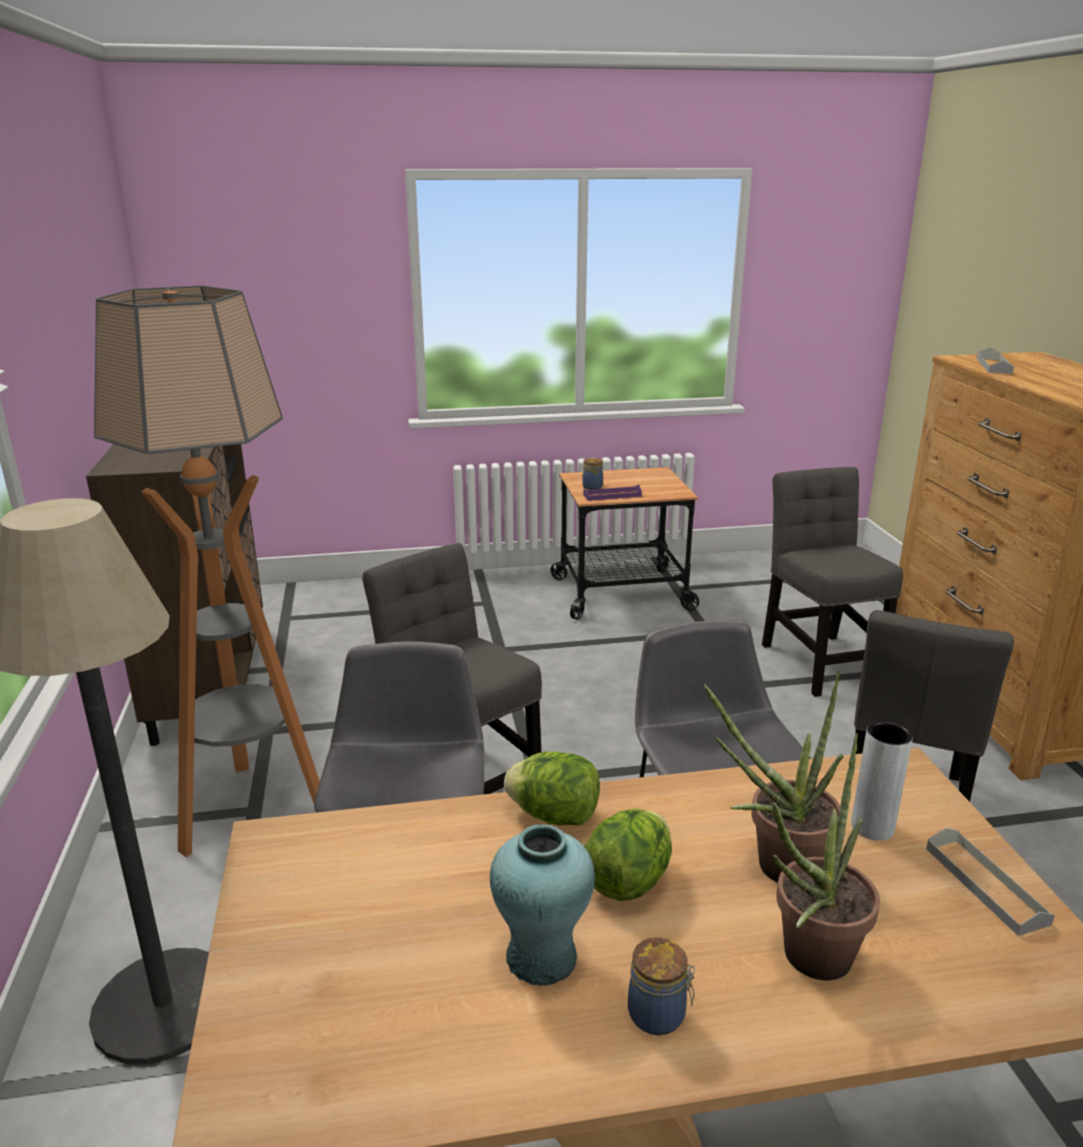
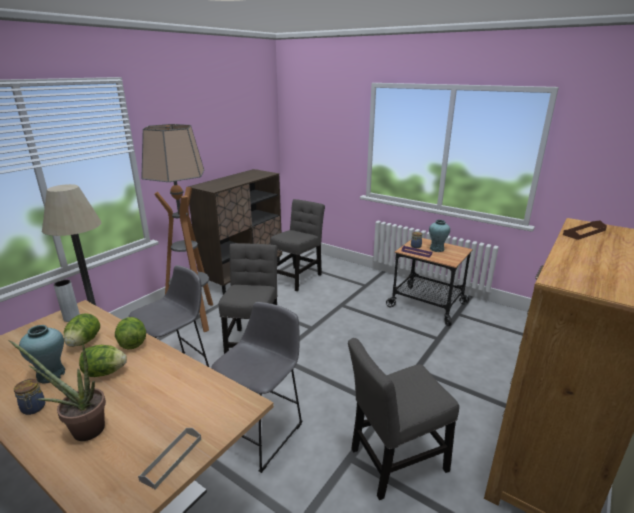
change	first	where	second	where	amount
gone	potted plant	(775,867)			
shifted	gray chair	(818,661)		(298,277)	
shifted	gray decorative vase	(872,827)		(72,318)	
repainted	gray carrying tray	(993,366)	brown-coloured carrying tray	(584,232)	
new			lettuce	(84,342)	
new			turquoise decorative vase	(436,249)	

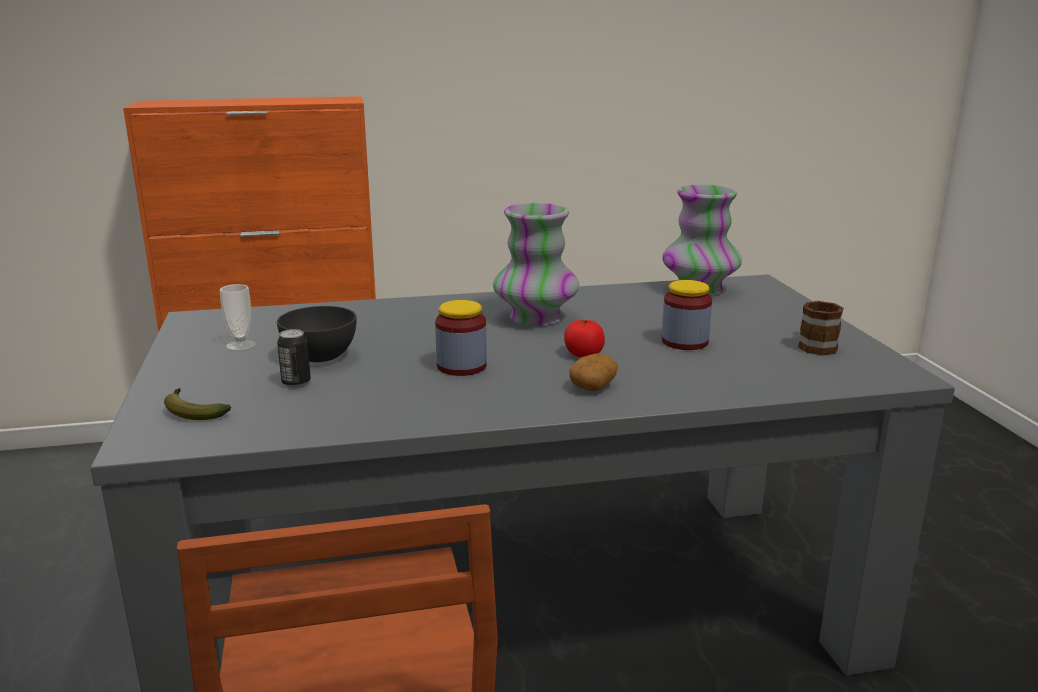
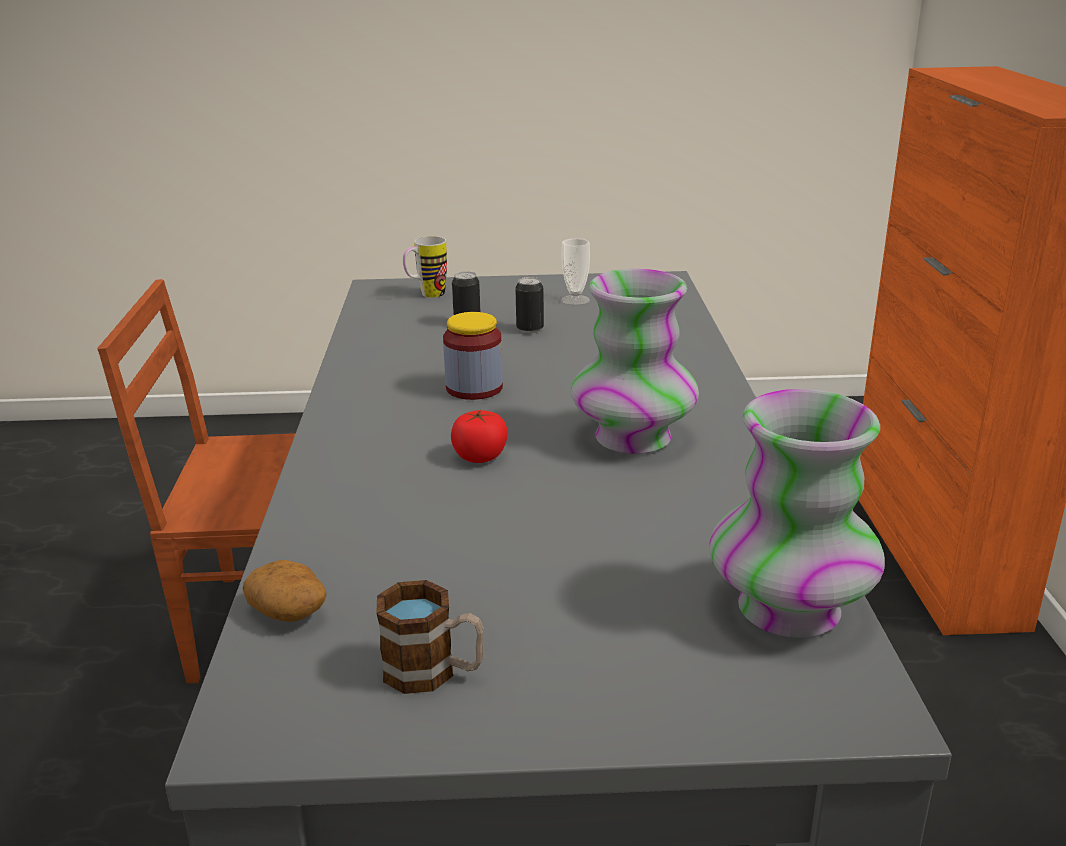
change	first	where	second	where	amount
swapped	banana fruit	(192,411)	tea mug	(426,295)	
swapped	gray bowl	(320,357)	can	(530,329)	
shifted	spud	(593,386)		(289,612)	
gone	storage jar	(684,342)			

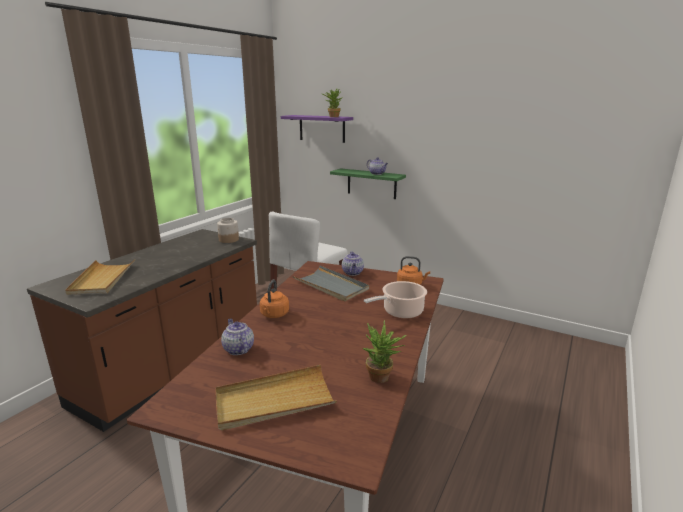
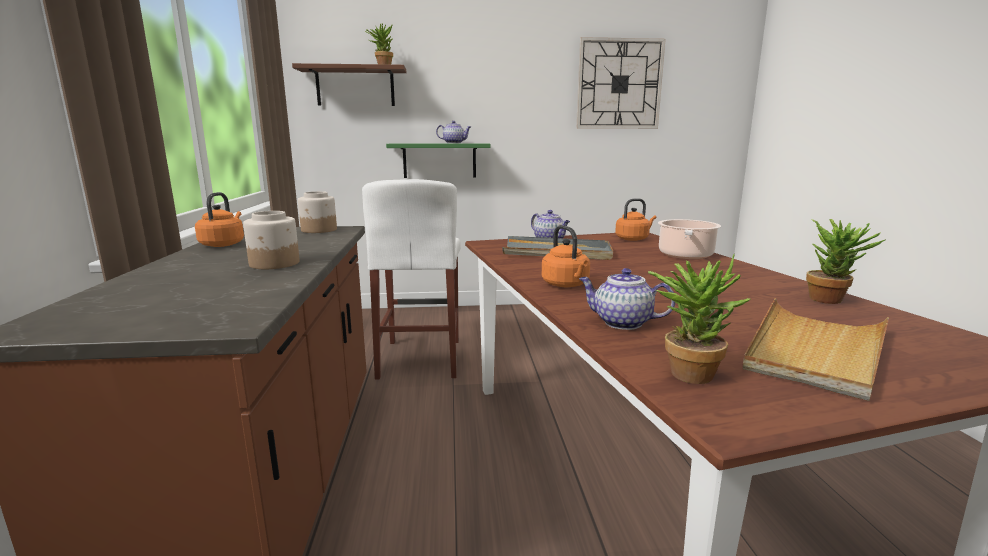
change	first	where	second	where	amount
gone	sand-coloured carrying tray	(102,279)			
repainted	purple-coloured shelf	(322,128)	brown-coloured shelf	(355,87)	
new			orange kettle	(223,244)	
new			storage jar	(275,264)	
new			clock on the wall	(619,84)	
new			potted plant	(688,370)	

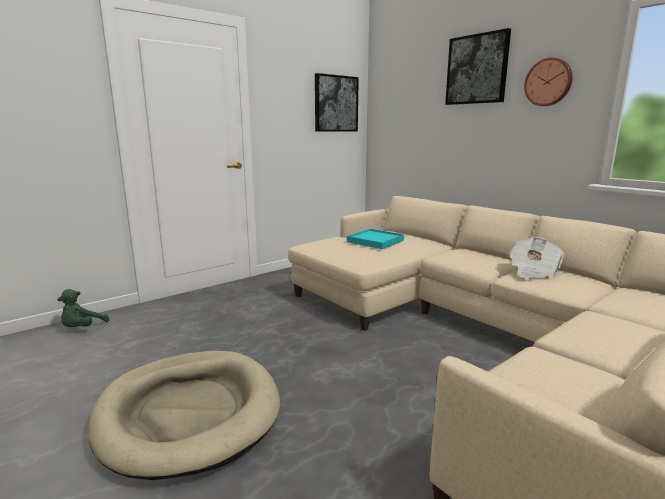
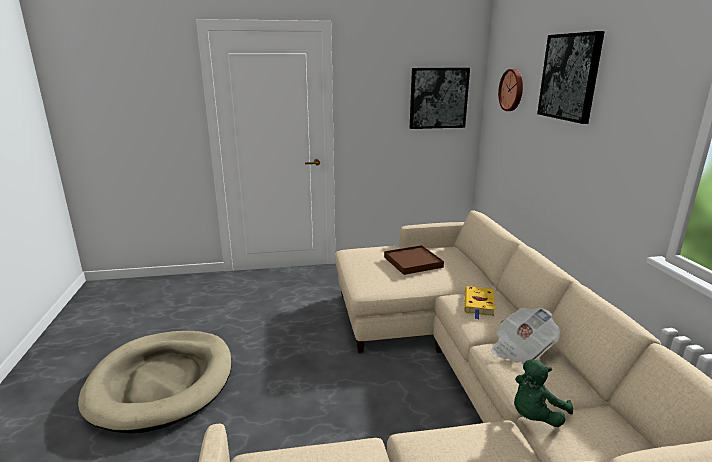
change	first	where	second	where	amount
shifted	green soft toy	(82,328)		(535,416)	
repainted	turquoise carrying tray	(375,241)	brown-coloured carrying tray	(413,262)	
shifted	clock on the wall	(548,82)		(512,90)	
new			yellowish book	(479,304)	

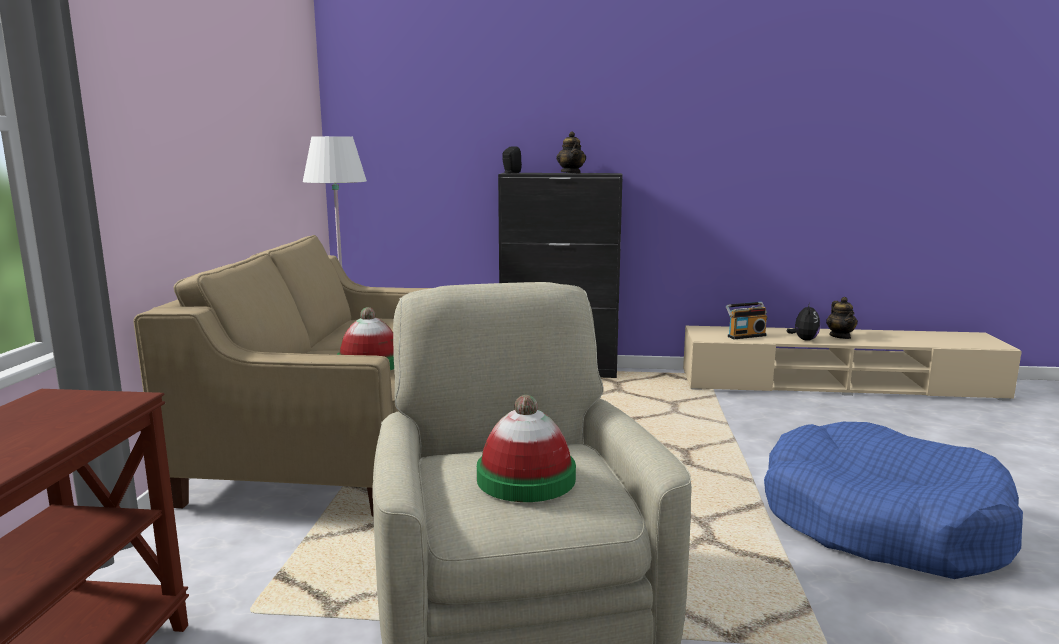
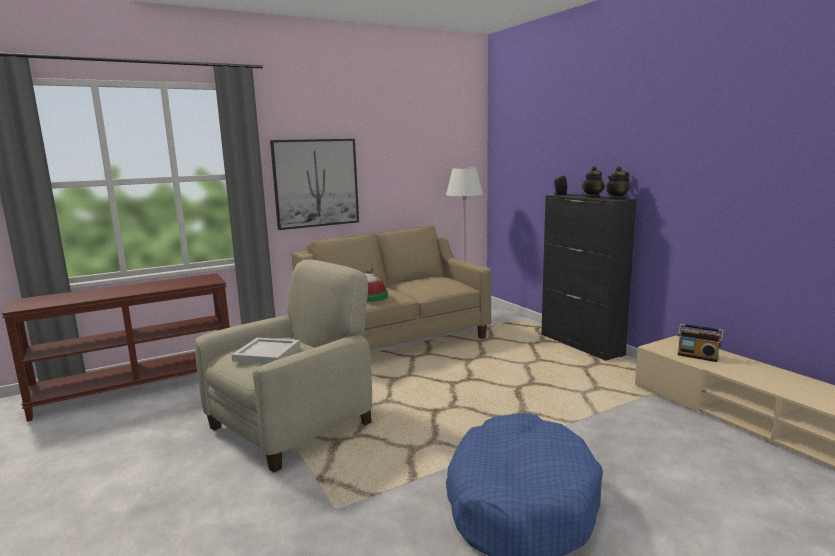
change	first	where	second	where	amount
swapped	wearable hat	(526,478)	white-coloured carrying tray	(266,353)	
gone	soft toy	(804,340)			
shifted	tea pot	(840,336)		(617,199)	
new			wall art	(316,183)	

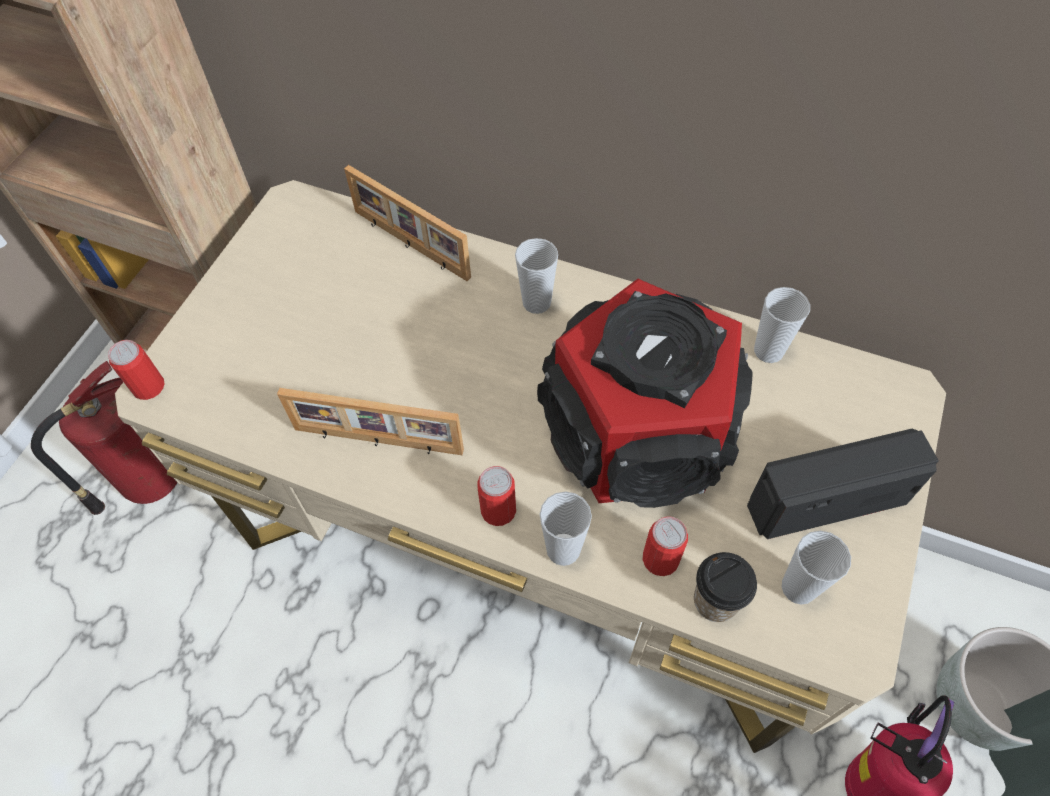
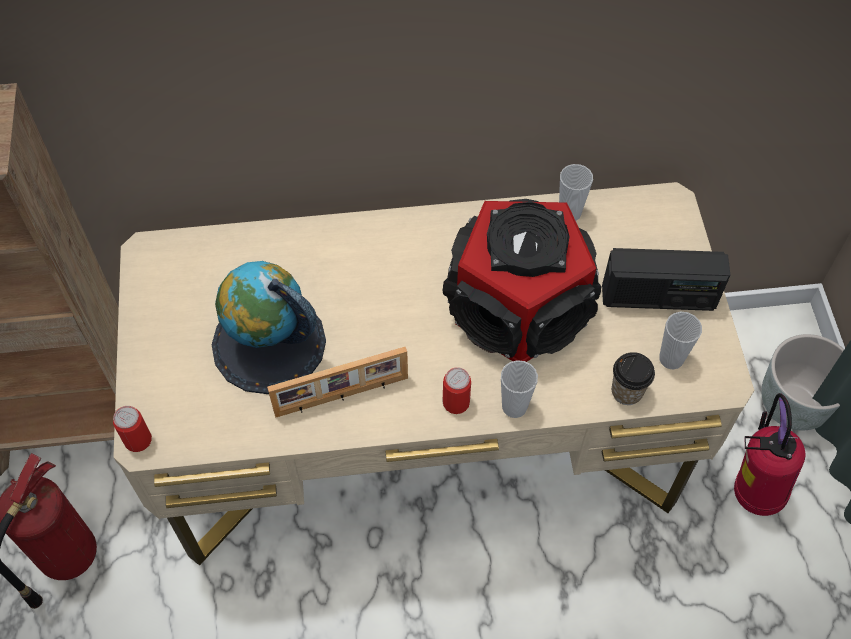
change	first	where	second	where	amount
gone	photo frame	(410,245)			
gone	drinking cup	(536,302)			
gone	can	(660,559)			
rotated	radio set	(825,501)		(658,297)	135 degrees counterclockwise
new			desk globe	(268,344)	

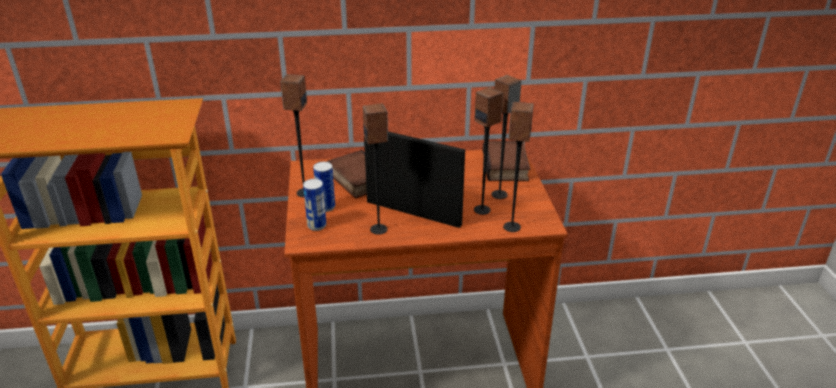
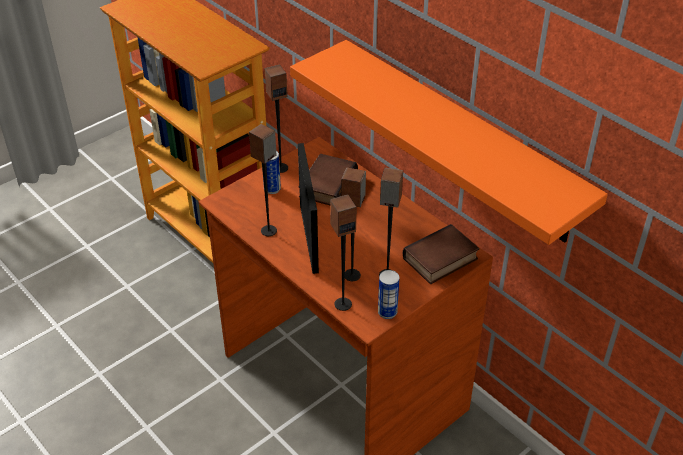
change	first	where	second	where	amount
shifted	can	(316,225)		(387,312)	
new			orange shelf	(460,140)	

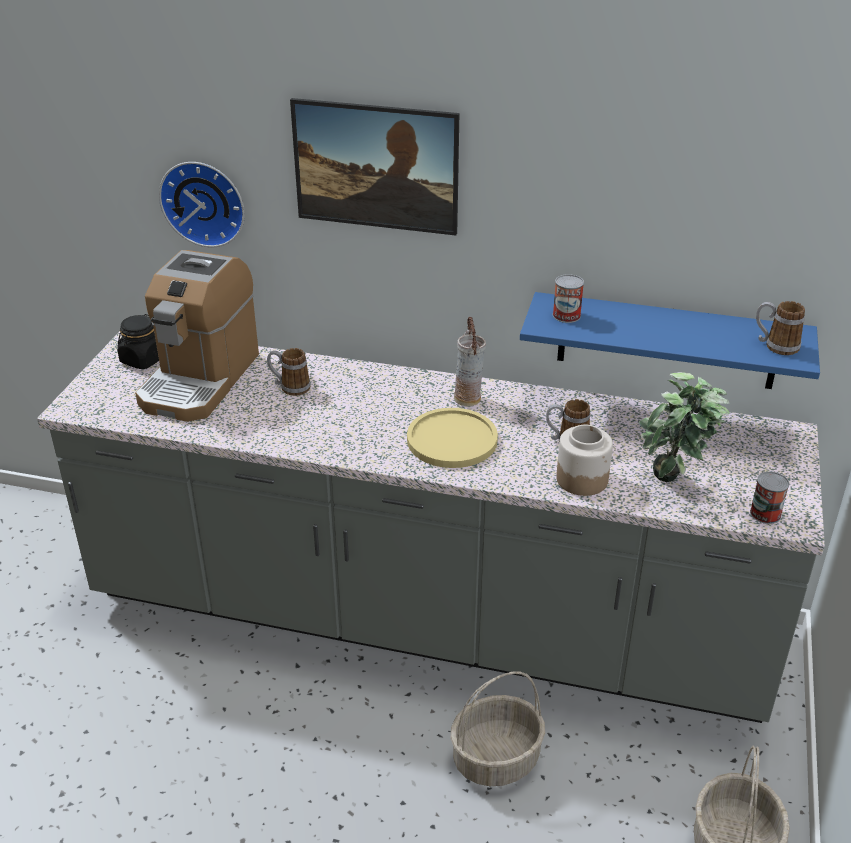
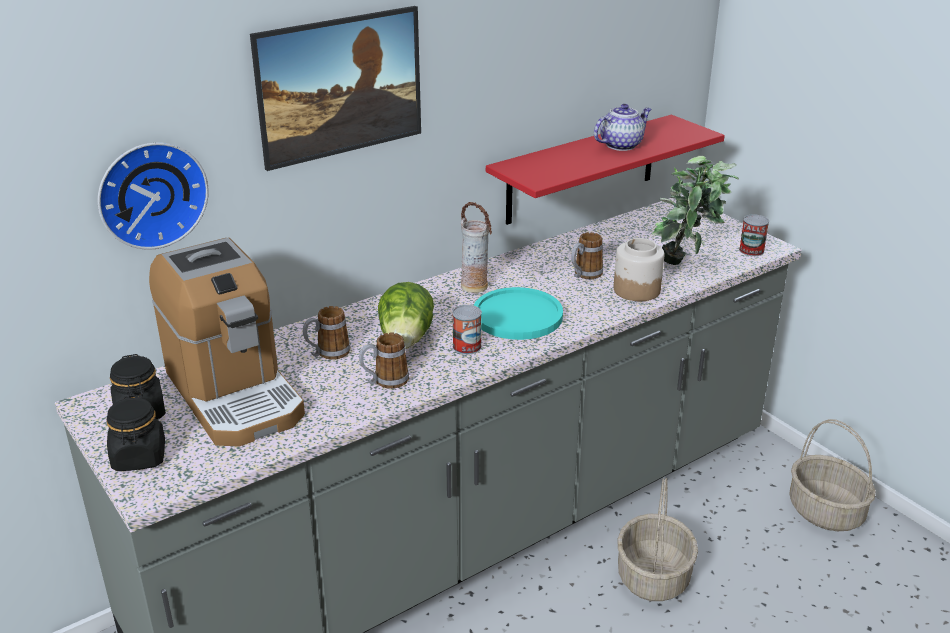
change	first	where	second	where	amount
repainted	yellowish plate	(452,440)	turquoise plate	(517,316)	
repainted	blue shelf	(667,341)	reddish shelf	(582,169)	
shifted	can	(566,315)		(467,346)	
shifted	tea mug	(775,346)		(385,381)	
new			blackish storage jar	(139,457)	
new			lettuce	(406,340)	
new			tea pot	(621,145)	

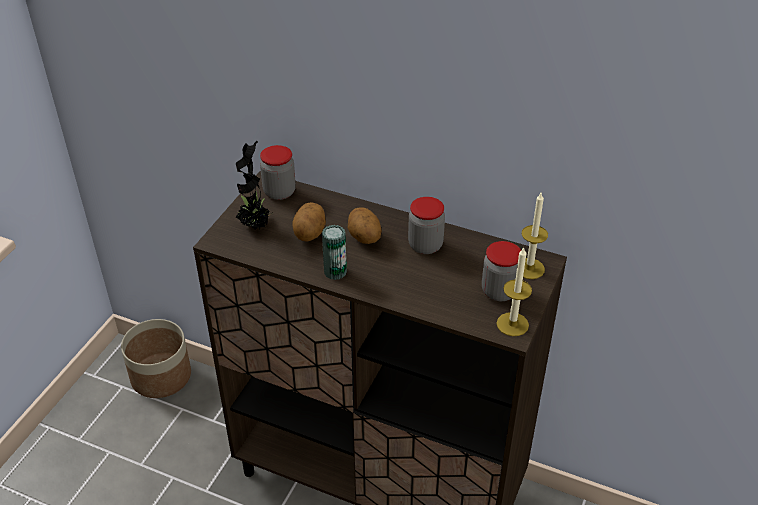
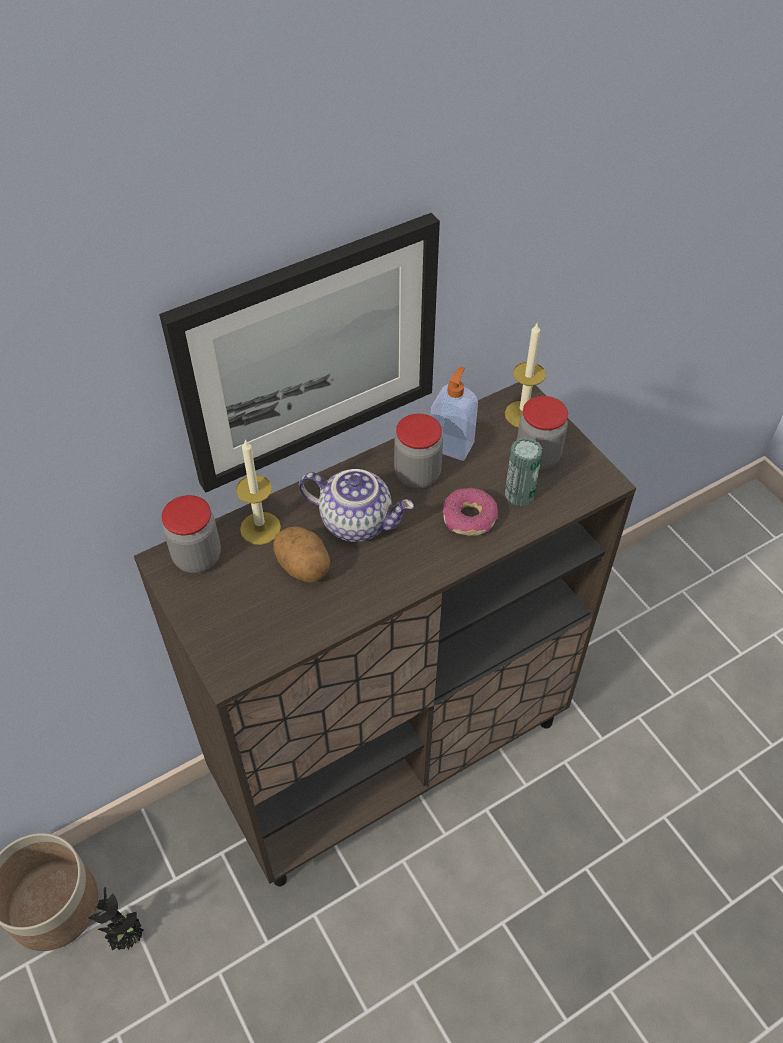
change	first	where	second	where	amount
shifted	potted plant	(255,225)		(128,935)	
shifted	can	(335,272)		(519,494)	
swapped	spud	(364,238)	tea pot	(357,521)	
shifted	wax candle	(512,324)		(260,528)	
new			wall art	(309,354)	
new			soap bottle	(452,445)	
new			donut	(469,518)	

